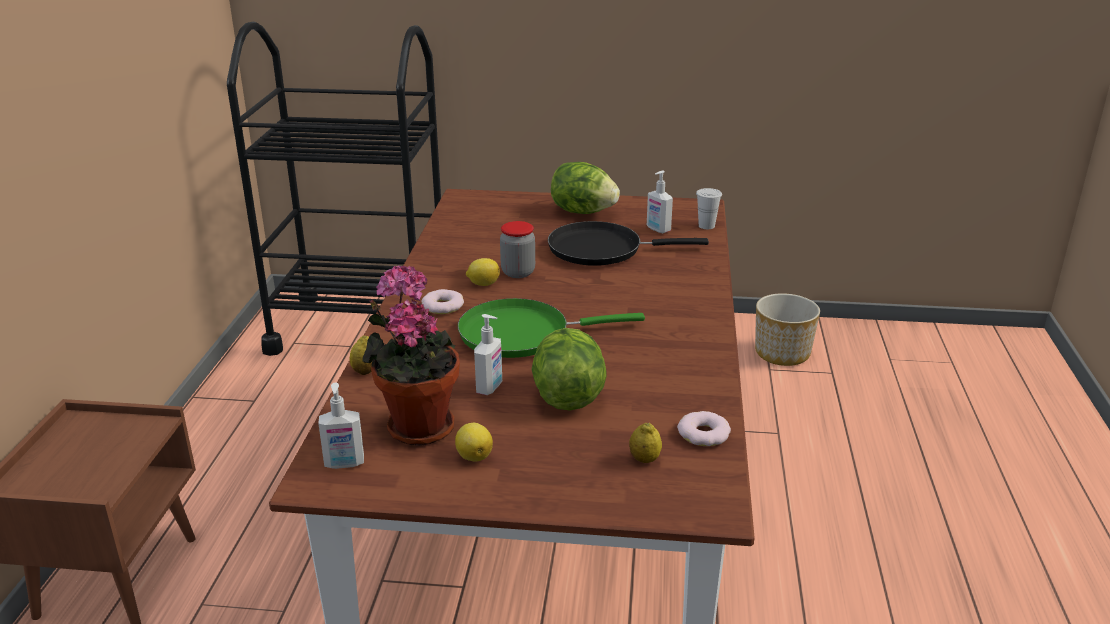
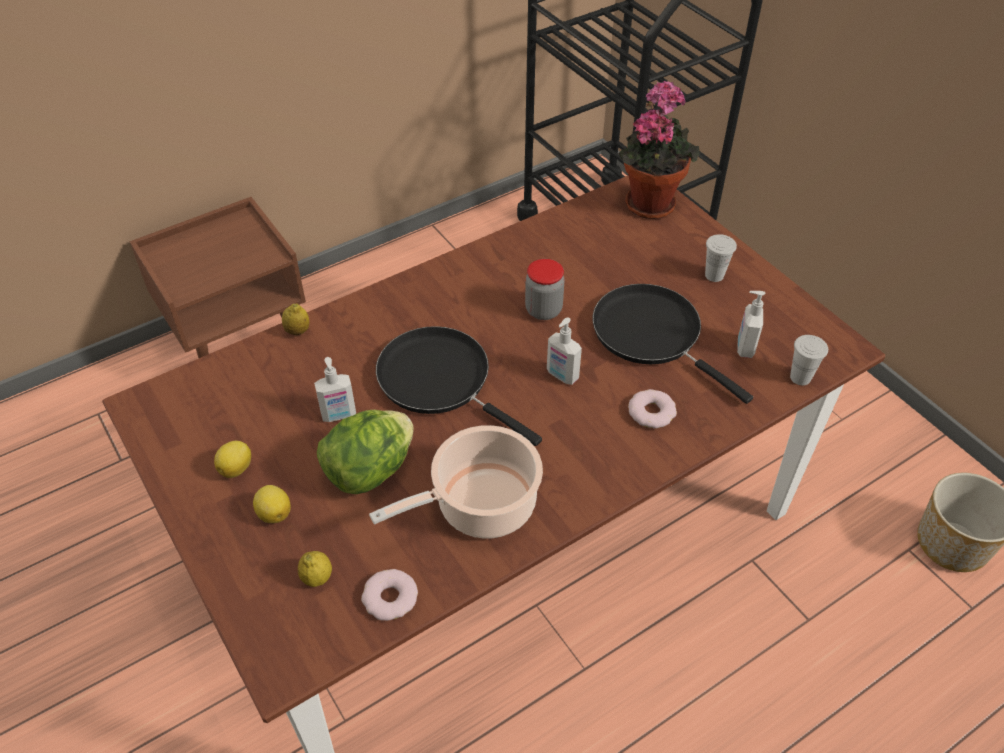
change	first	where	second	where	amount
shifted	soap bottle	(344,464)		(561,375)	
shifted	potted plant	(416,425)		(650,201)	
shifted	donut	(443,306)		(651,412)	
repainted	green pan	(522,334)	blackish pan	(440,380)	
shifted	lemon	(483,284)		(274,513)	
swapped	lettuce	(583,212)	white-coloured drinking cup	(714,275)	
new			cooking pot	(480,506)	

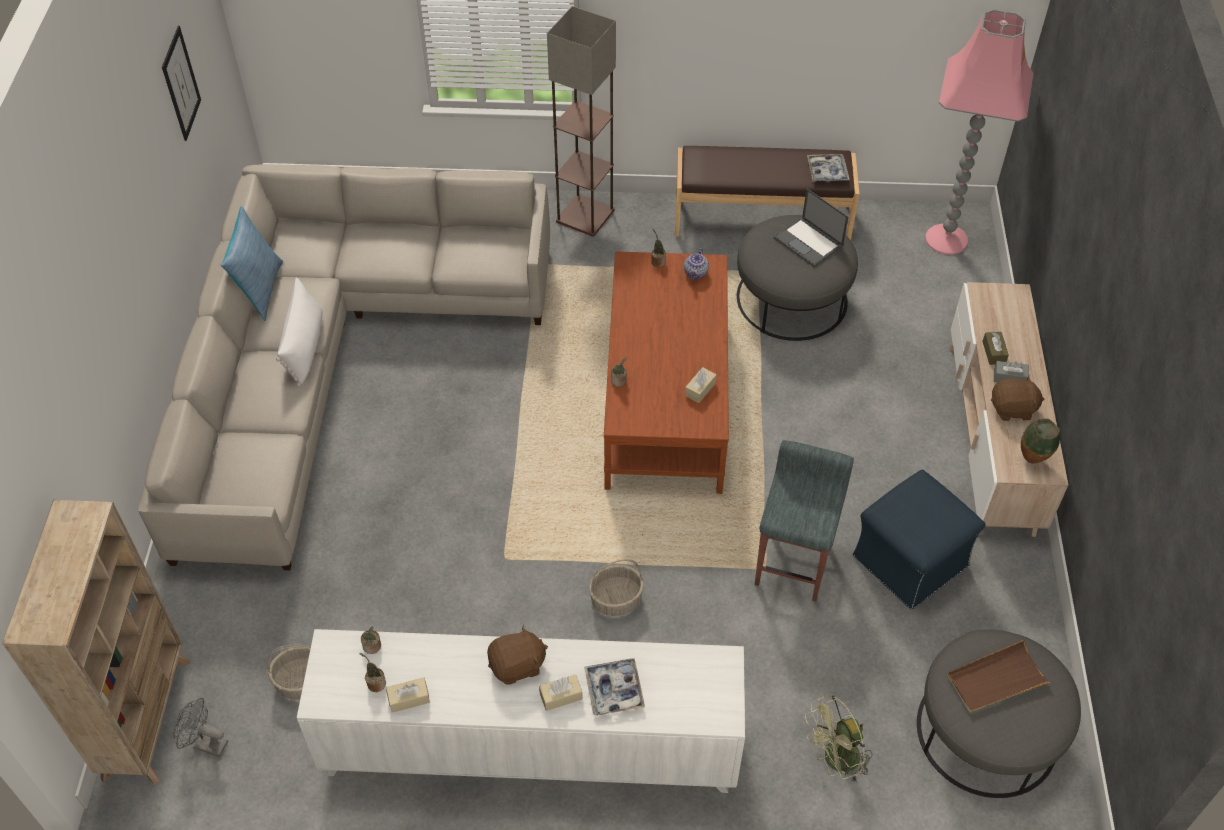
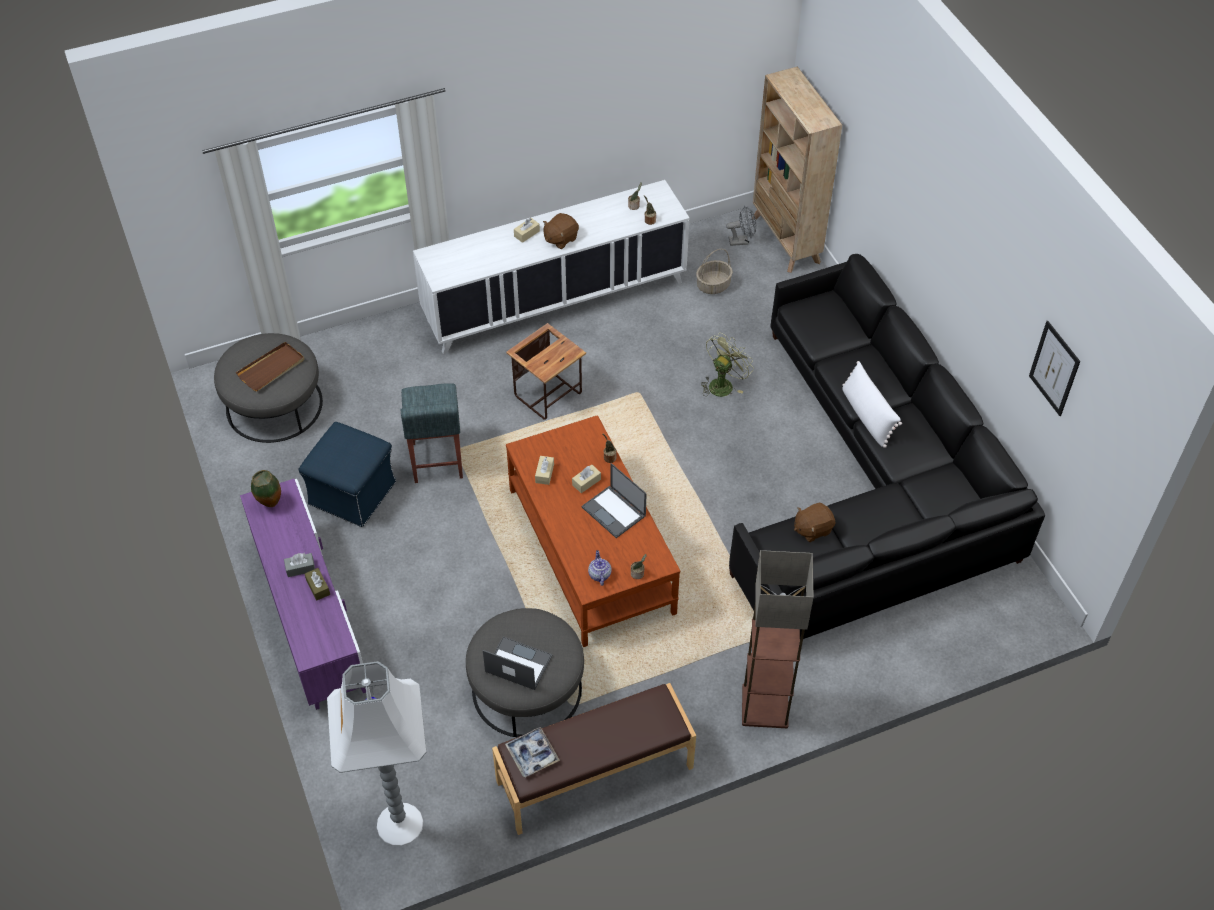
change	first	where	second	where	amount
repainted	sand-coloured settee	(334,355)	blackish settee	(872,485)	
gone	cushion	(259,290)			
shifted	sand-coloured tissue holder	(409,698)		(586,482)	
gone	carrying tray	(614,690)			
swapped	household basket	(616,600)	accent table	(549,395)	
shifted	green cooling fan	(835,760)		(723,384)	
repainted	pink-coloured standing lamp	(947,239)	white-coloured standing lamp	(399,825)	
repainted	sand-coloured tv unit	(990,437)	purple-coloured tv unit	(311,616)	
shifted	brown-coloured soft toy	(1012,409)		(812,529)	
new			notebook computer	(614,512)	

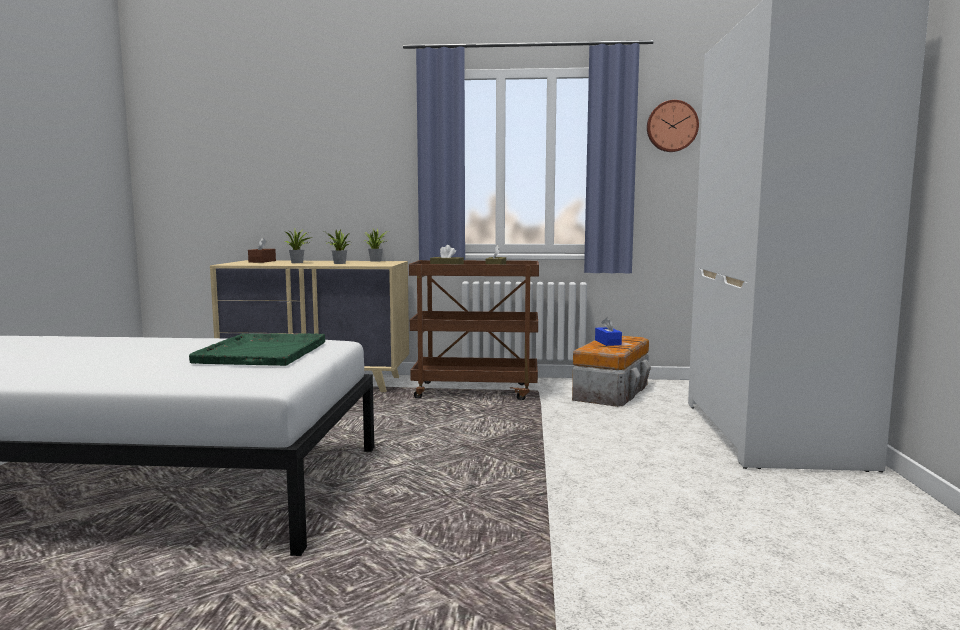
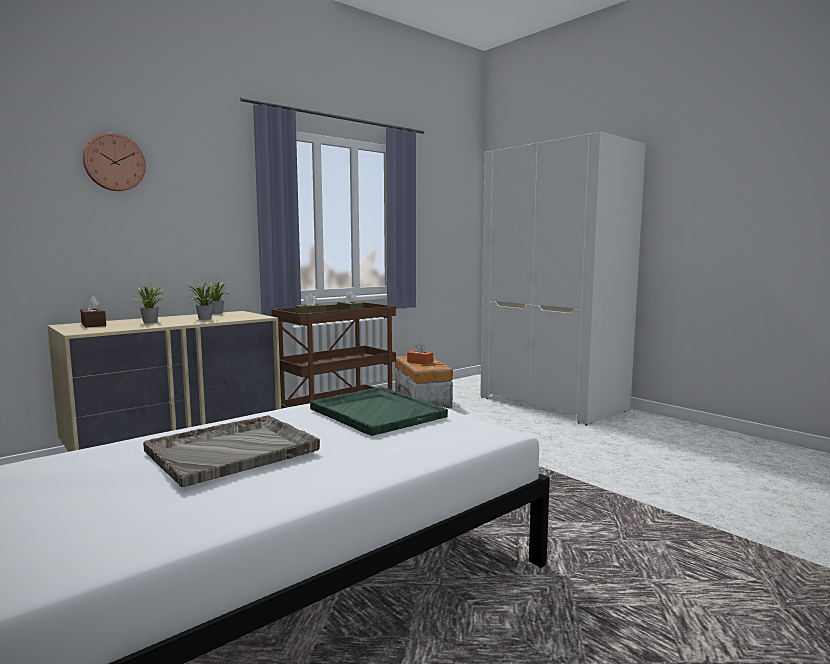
change	first	where	second	where	amount
repainted	blue tissue holder	(608,342)	orange tissue holder	(420,362)	
shifted	clock on the wall	(671,126)		(114,162)	
new			gray carrying tray	(234,450)	

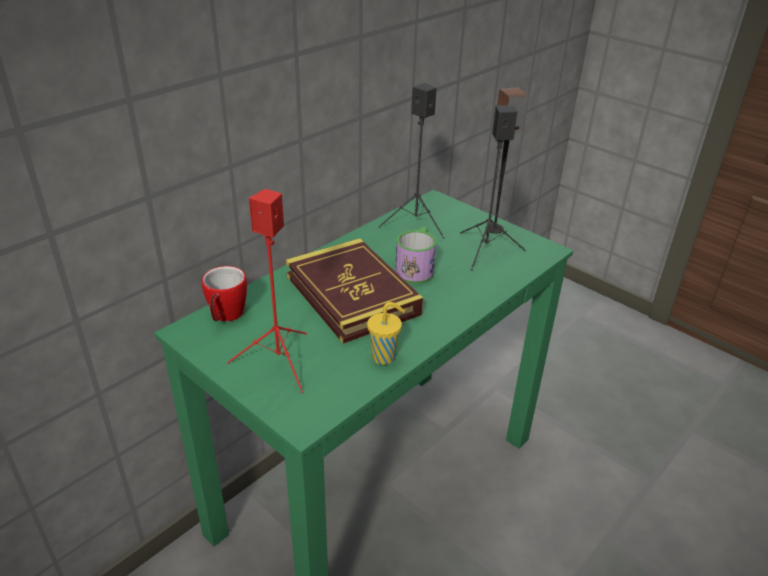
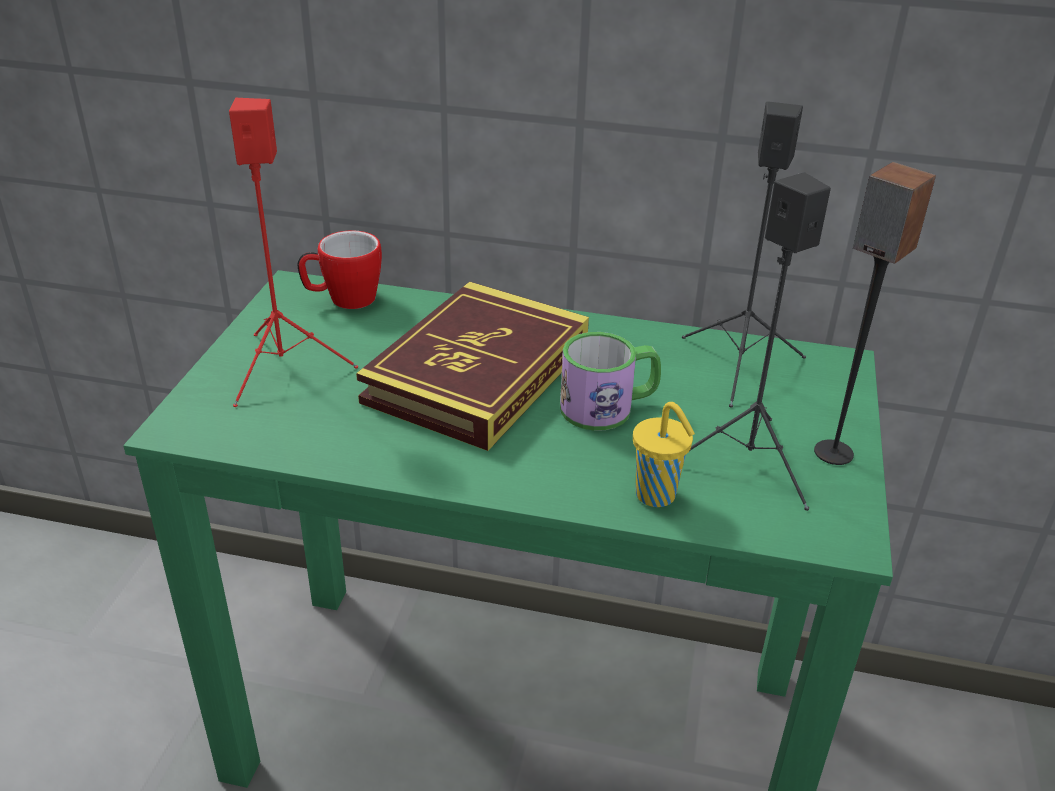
change	first	where	second	where	amount
shifted	yellowish drinking cup	(385,357)		(657,496)	

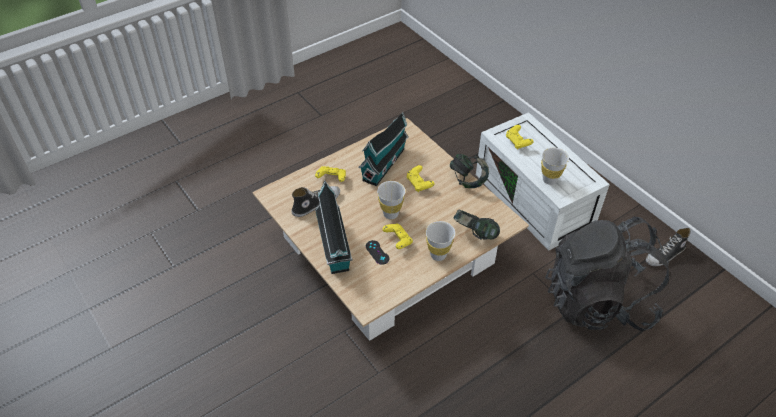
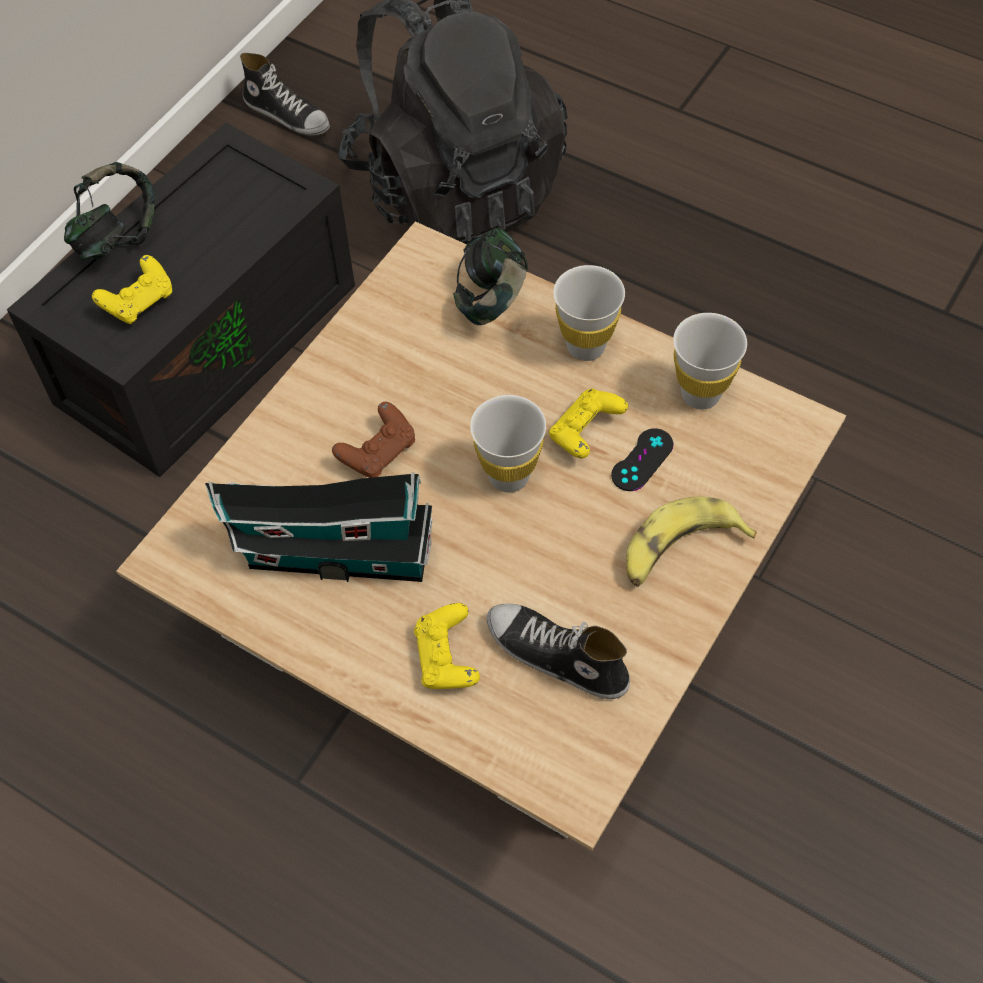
change	first	where	second	where	amount
swapped	model house	(334,248)	banana fruit	(679,550)	
repainted	yellowish game controller	(419,184)	brown-coloured game controller	(378,452)	
shifted	headphones	(468,180)		(117,238)	
repainted	white-coloured storage box	(536,200)	blackish storage box	(207,338)	
shifted	white-coloured drinking cup	(549,179)		(700,394)	

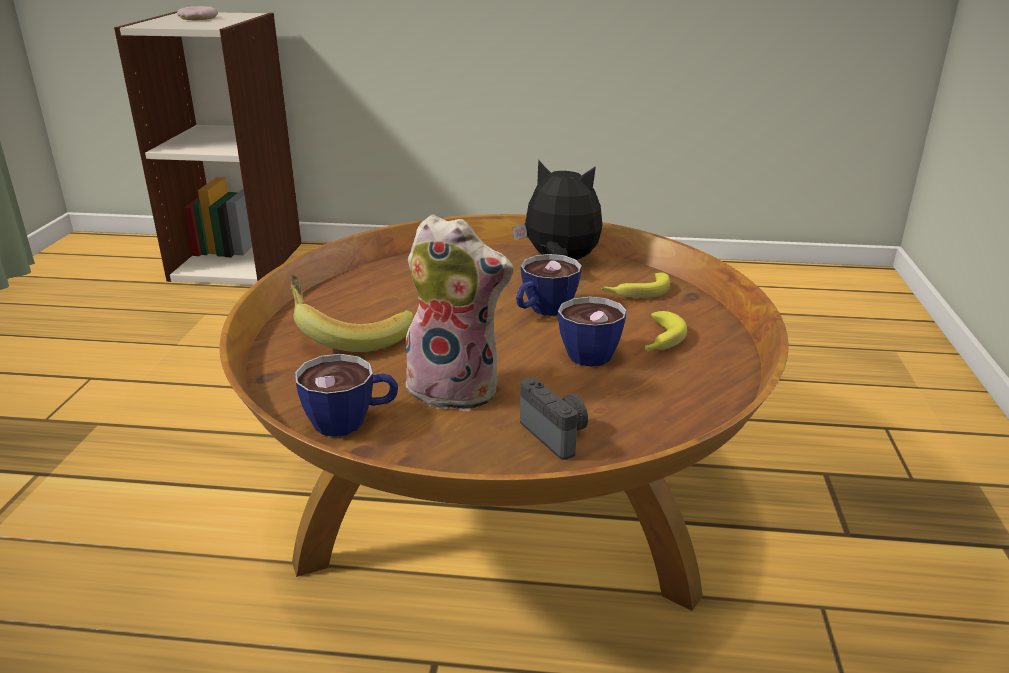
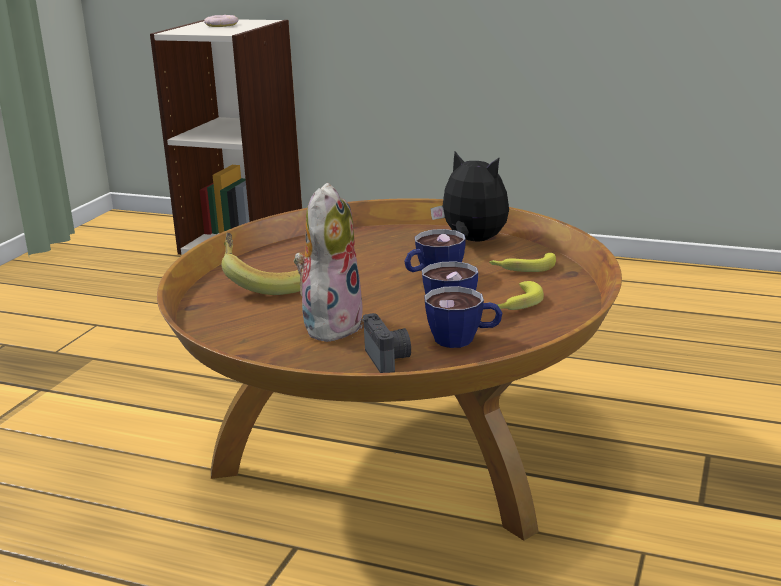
change	first	where	second	where	amount
shifted	drinking cup	(351,421)		(463,339)	
rotated	soft toy	(457,388)		(331,324)	105 degrees counterclockwise

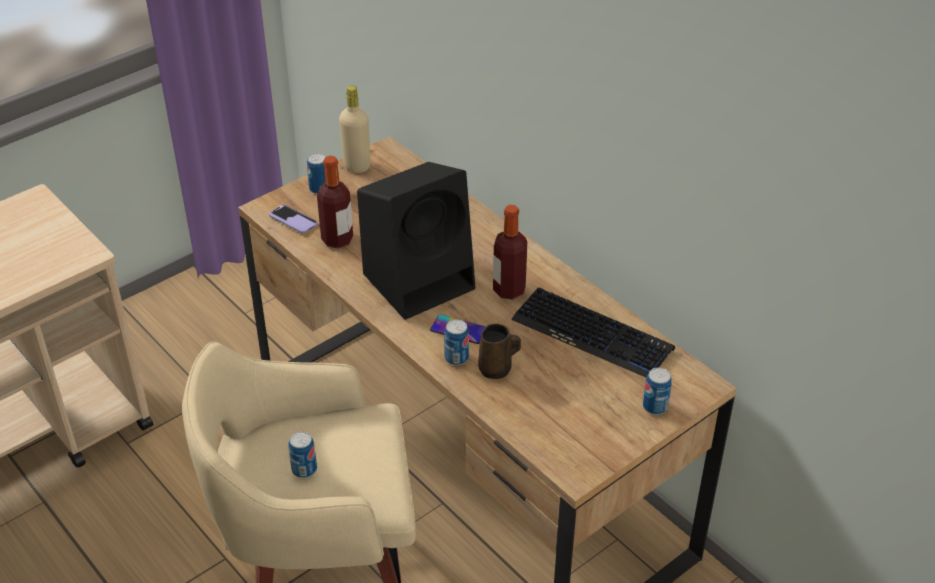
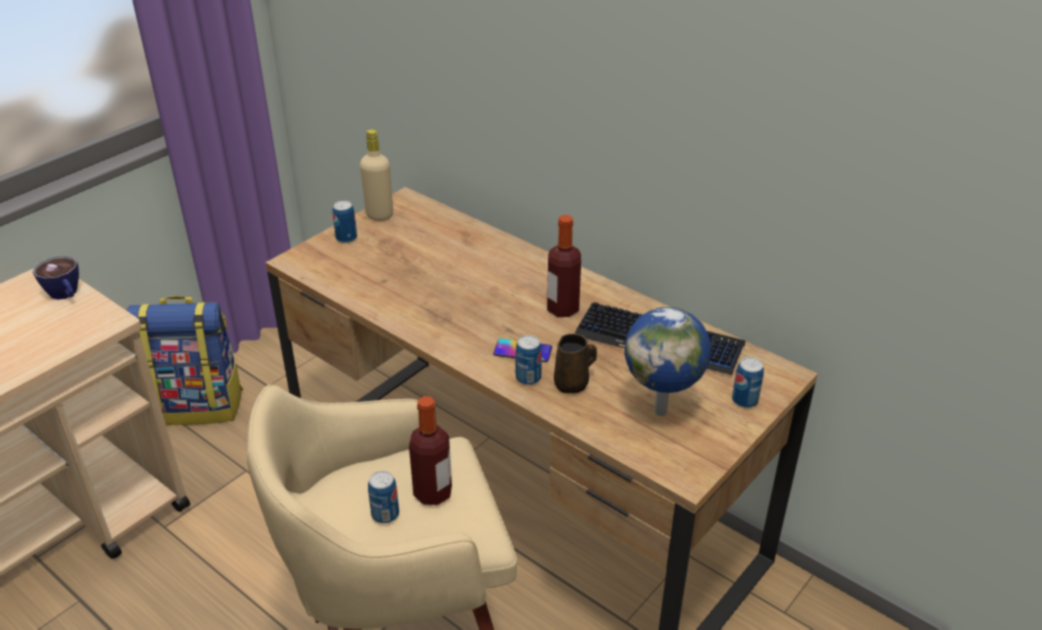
change	first	where	second	where	amount
gone	telephone	(293,220)			
shifted	drink bottle	(337,239)		(433,493)	
gone	blackish speaker	(420,280)			
new			drinking cup	(66,295)	
new			rucksack	(198,405)	
new			desk globe	(662,410)	

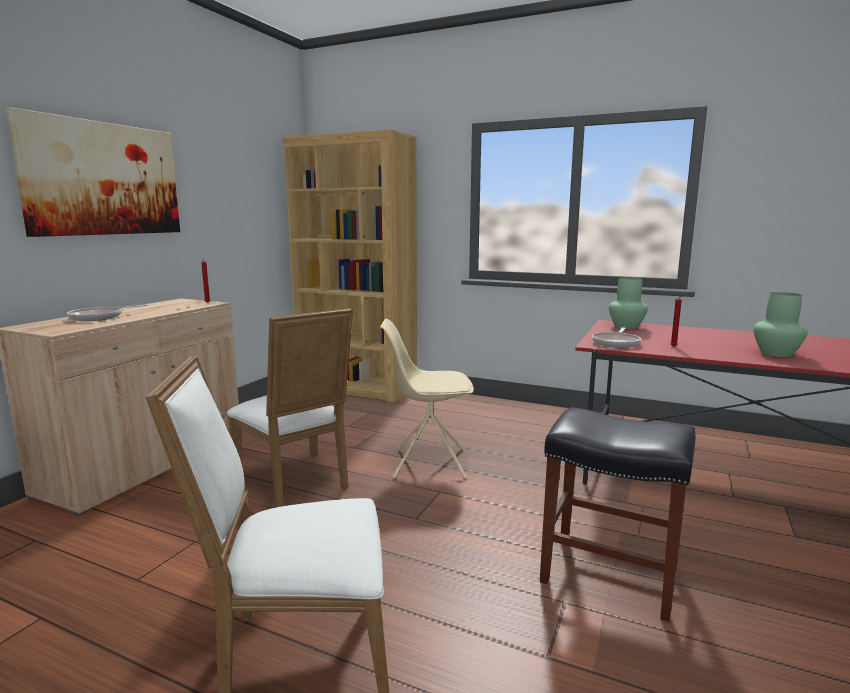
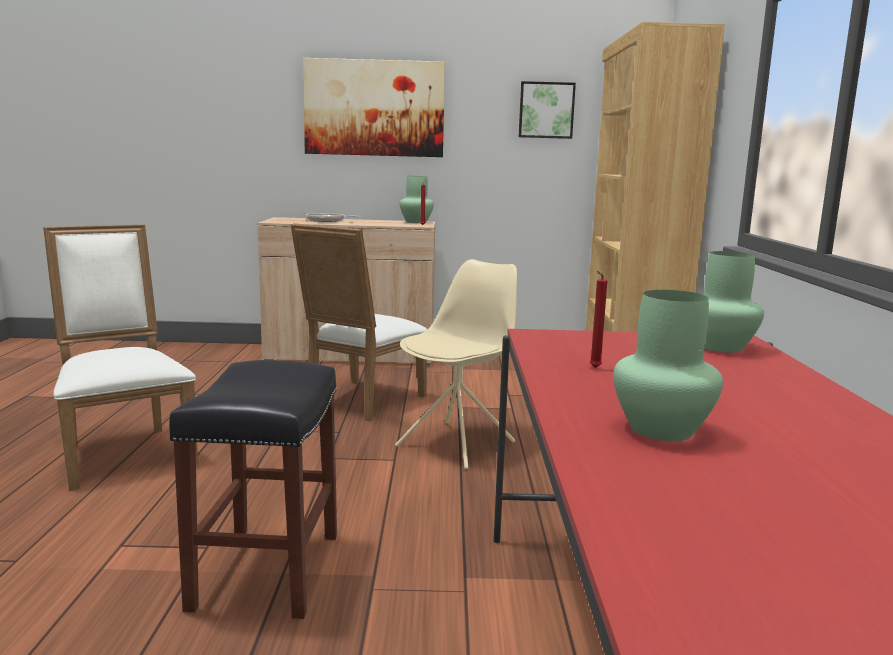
change	first	where	second	where	amount
rotated	sand-coloured chair	(427,463)		(457,443)	60 degrees clockwise
gone	pan	(616,343)			
new			green decorative vase	(416,222)	
new			wall art	(546,110)	

